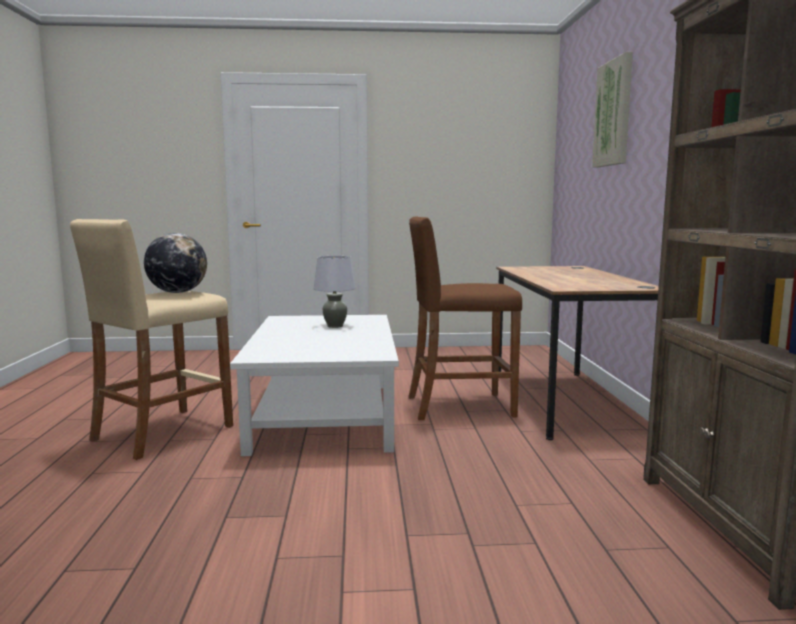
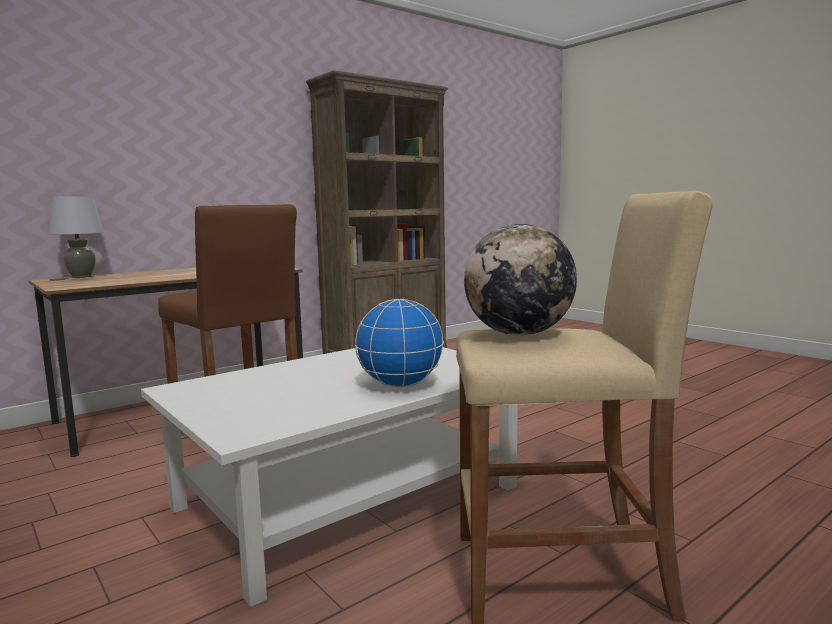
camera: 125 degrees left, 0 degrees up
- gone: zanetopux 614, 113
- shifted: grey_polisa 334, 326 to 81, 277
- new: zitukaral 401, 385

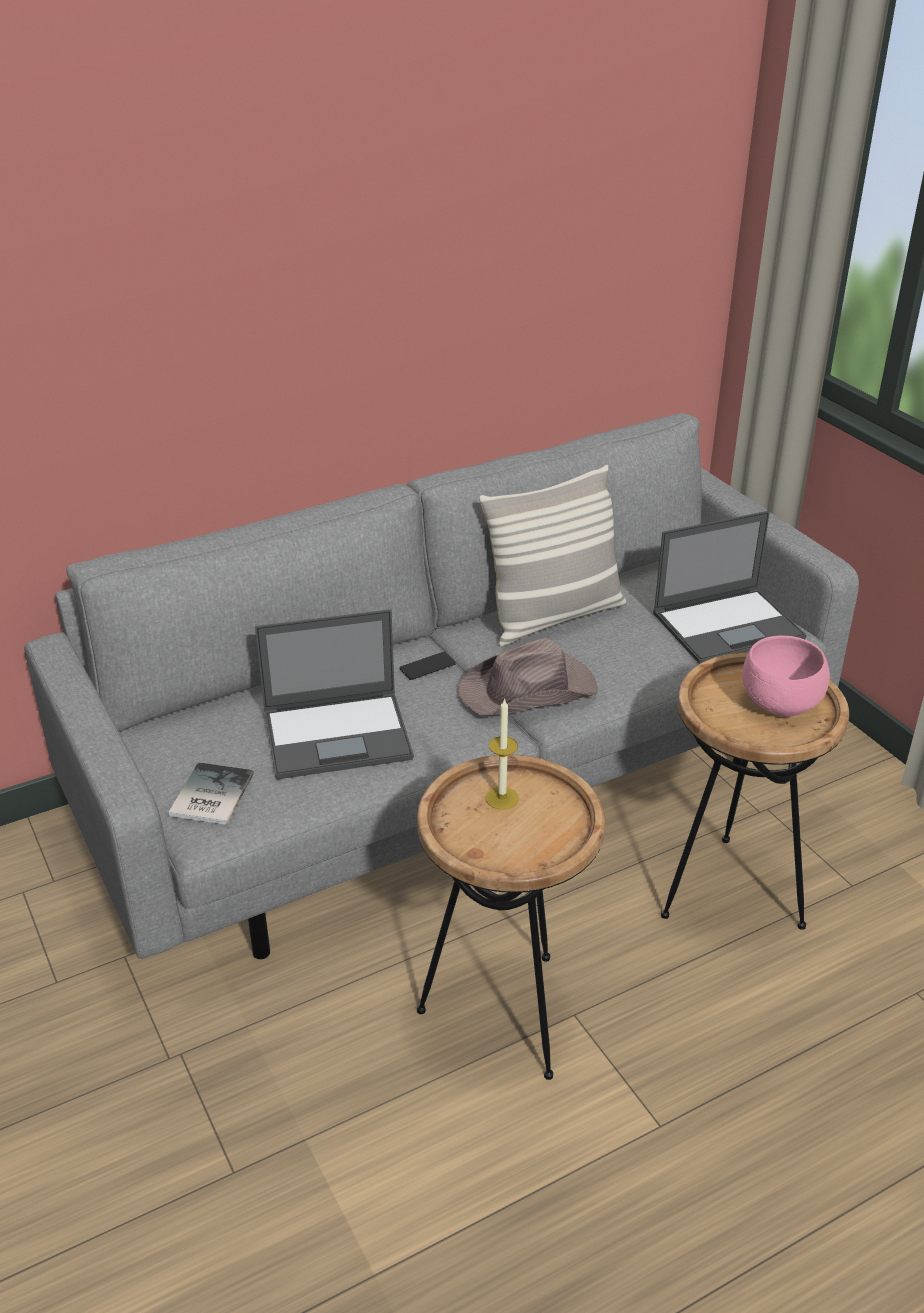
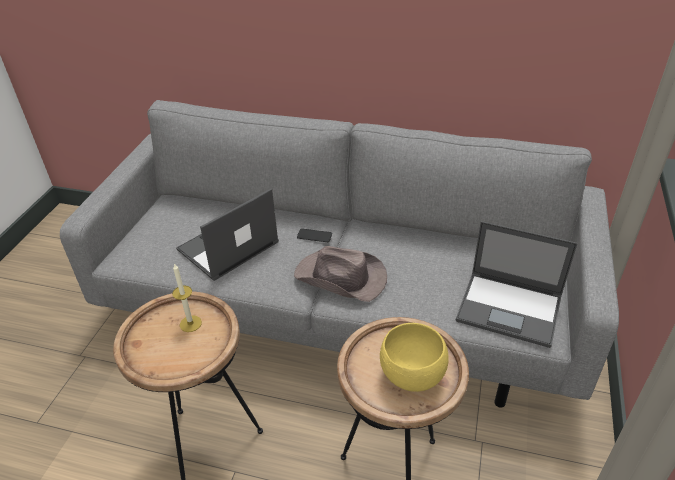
camera: 45 degrees right, 5 degrees up
- gone: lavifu 554, 617
- rotated: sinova 339, 735 = 227, 247 105 degrees clockwise
- repainted: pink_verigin 781, 706 to yellow_verigin 412, 377
- gone: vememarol 209, 796

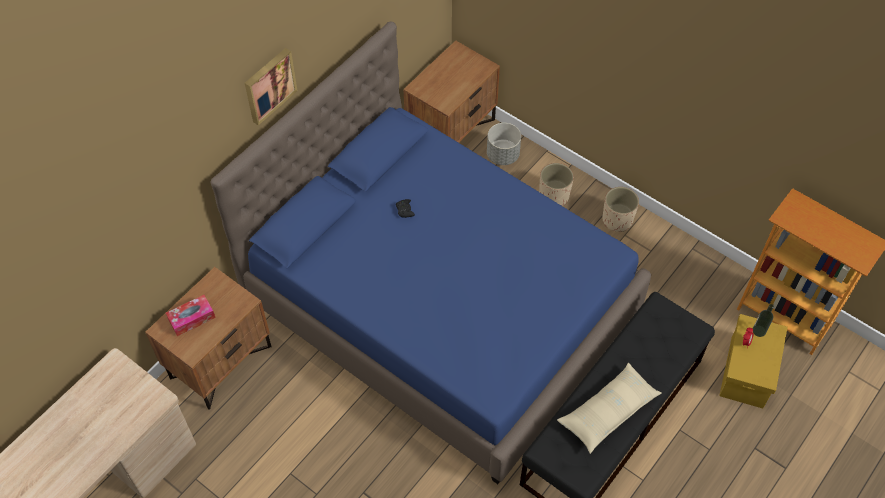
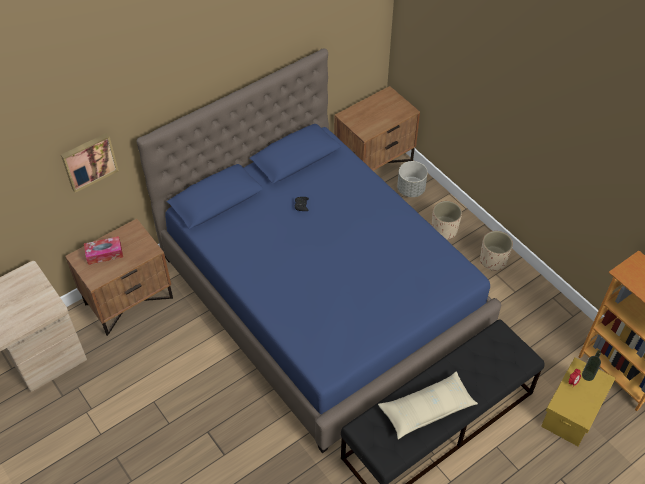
camera: 15 degrees right, 5 degrees down
- shifted: zanetopux 269, 85 to 89, 161

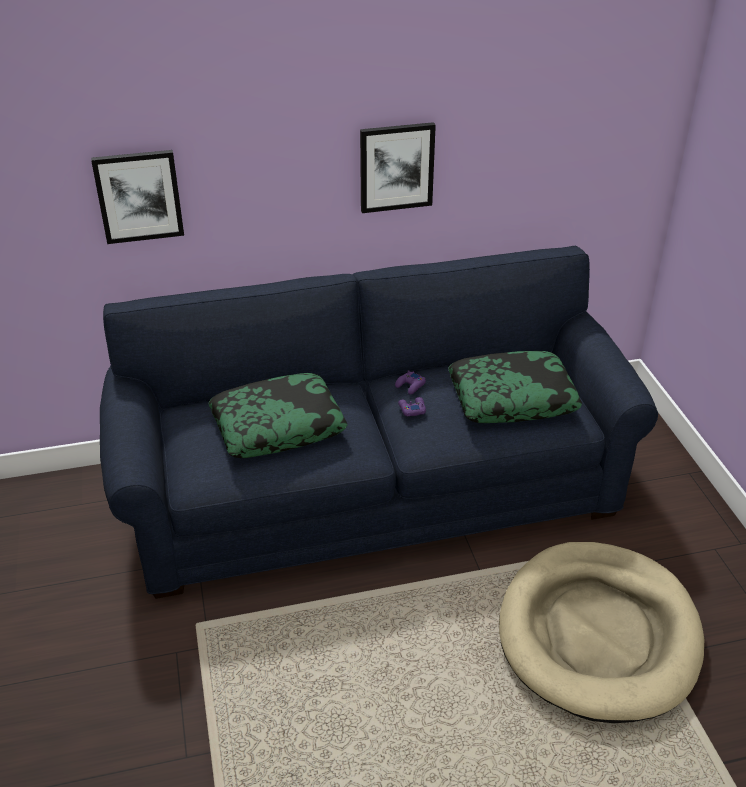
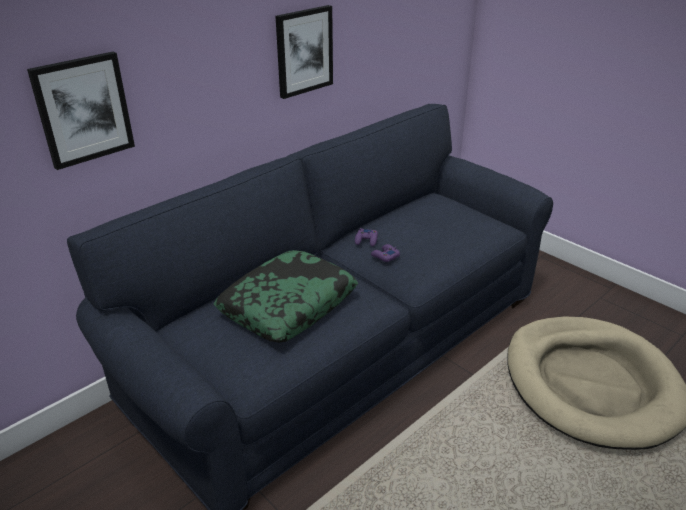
camera: 30 degrees left, 5 degrees down
- gone: lavifu 512, 398

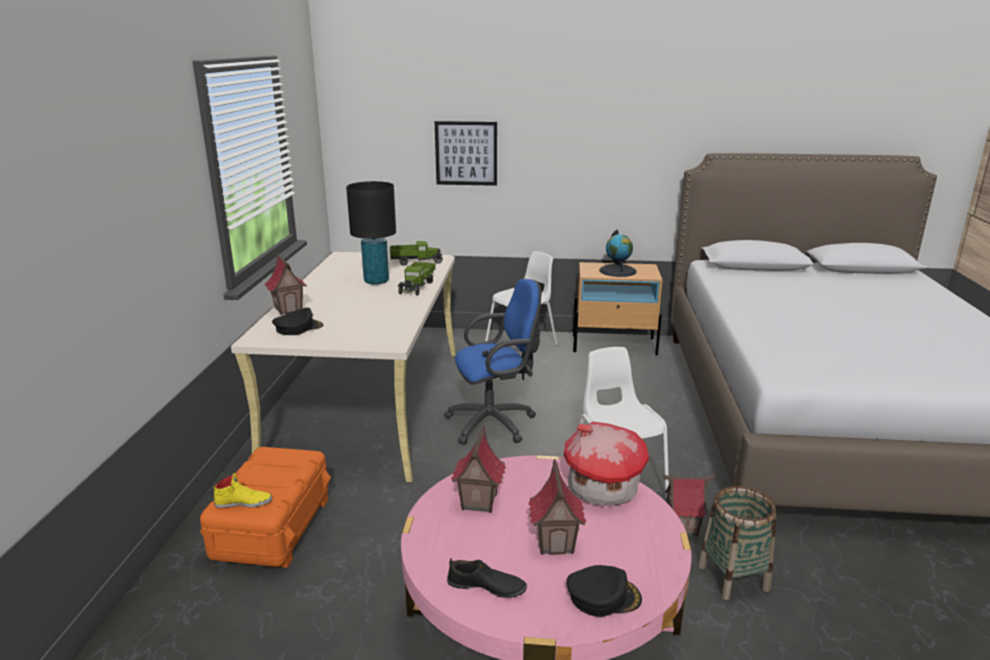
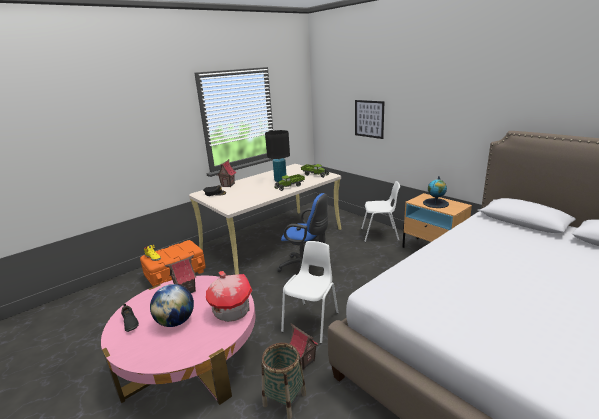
camera: 45 degrees right, 0 degrees up
- swapped: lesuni 556, 543 to zitukaral 176, 321
- gone: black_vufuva 603, 596

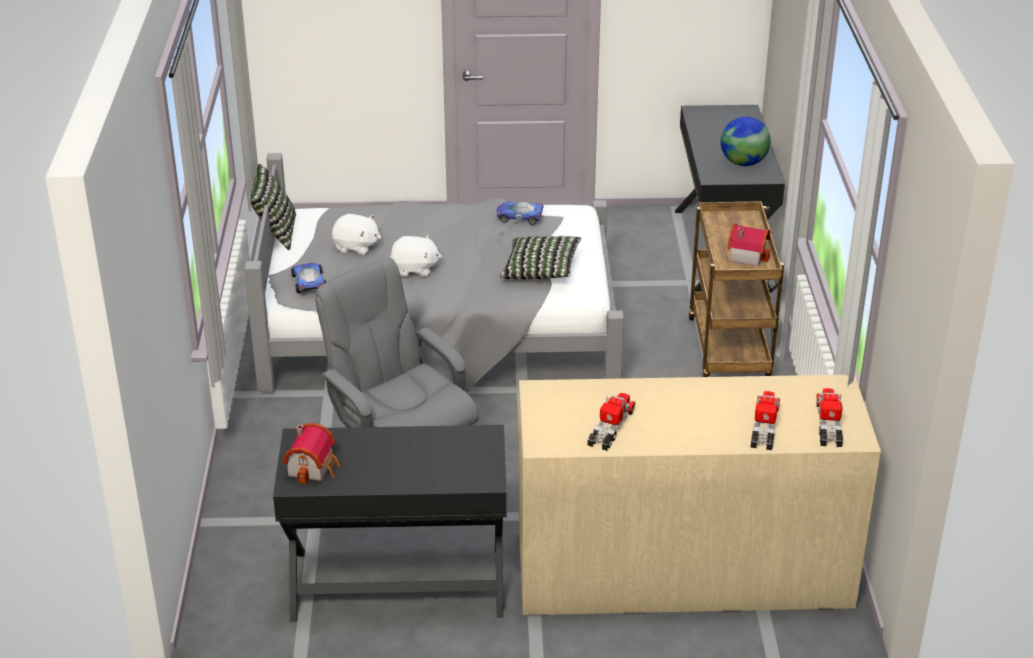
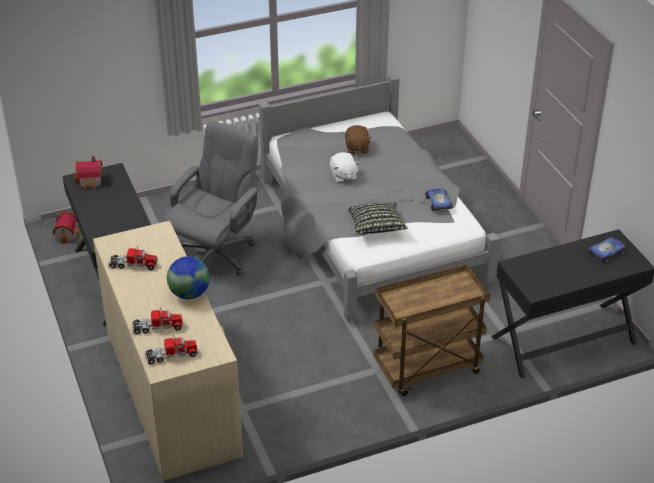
camera: 70 degrees right, 5 degrees up
- shifted: zitukaral 743, 163 to 189, 293
- gone: lavifu 275, 233
- repainted: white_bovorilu 356, 247 to brown_bovorilu 357, 148
- shifted: lesuni 747, 255 to 68, 234
- shifted: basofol 309, 282 to 607, 252

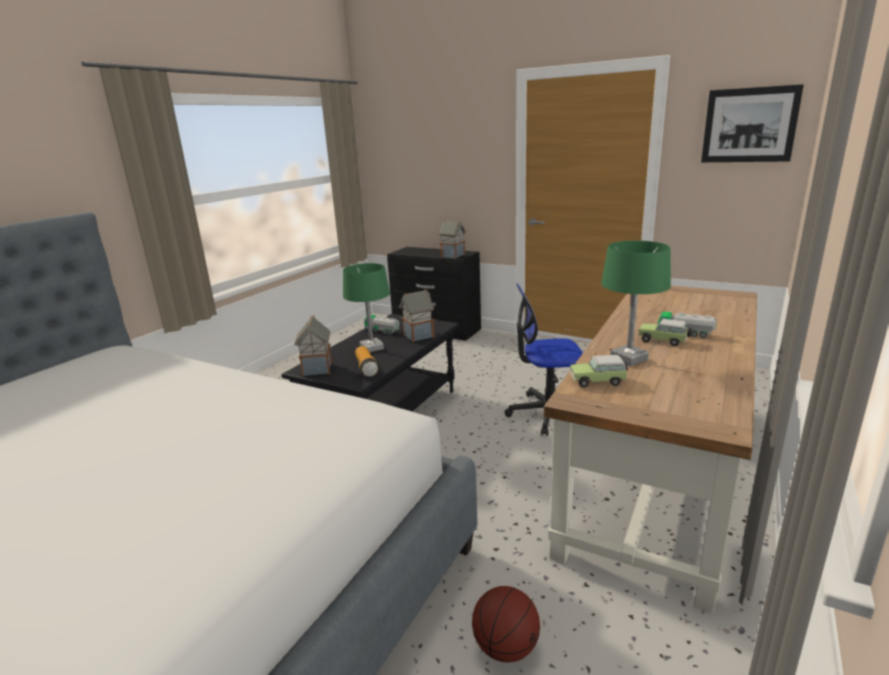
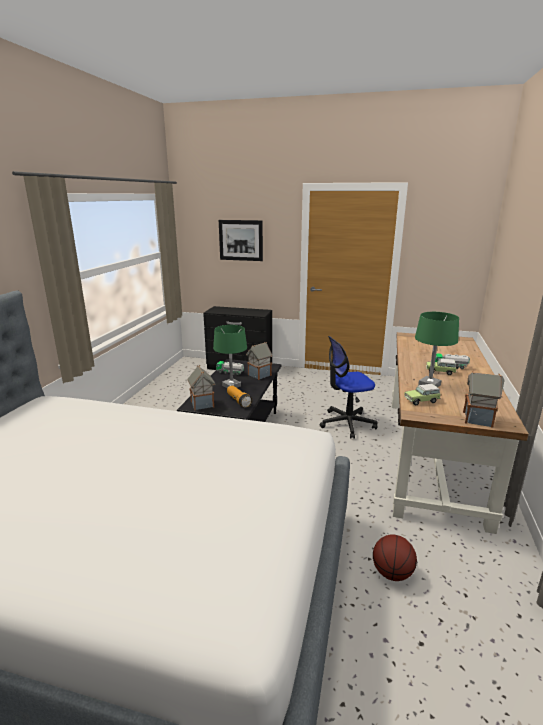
camera: 15 degrees left, 0 degrees up
- shifted: zanetopux 749, 125 to 241, 240
- shifted: lesuni 453, 255 to 478, 419

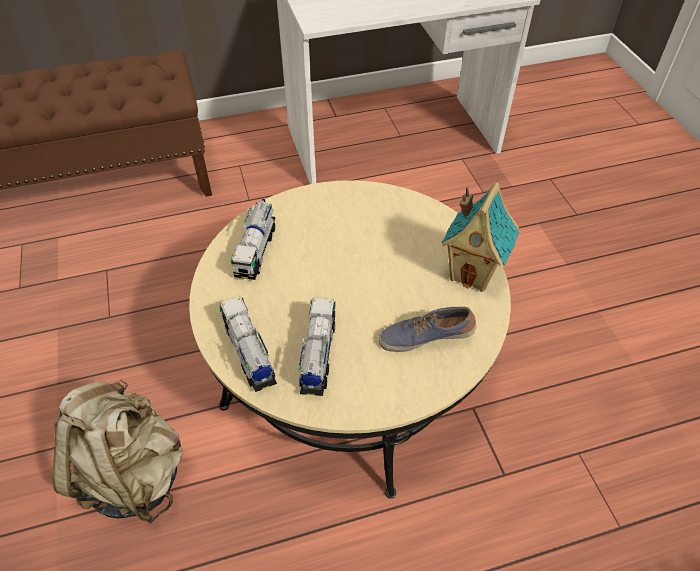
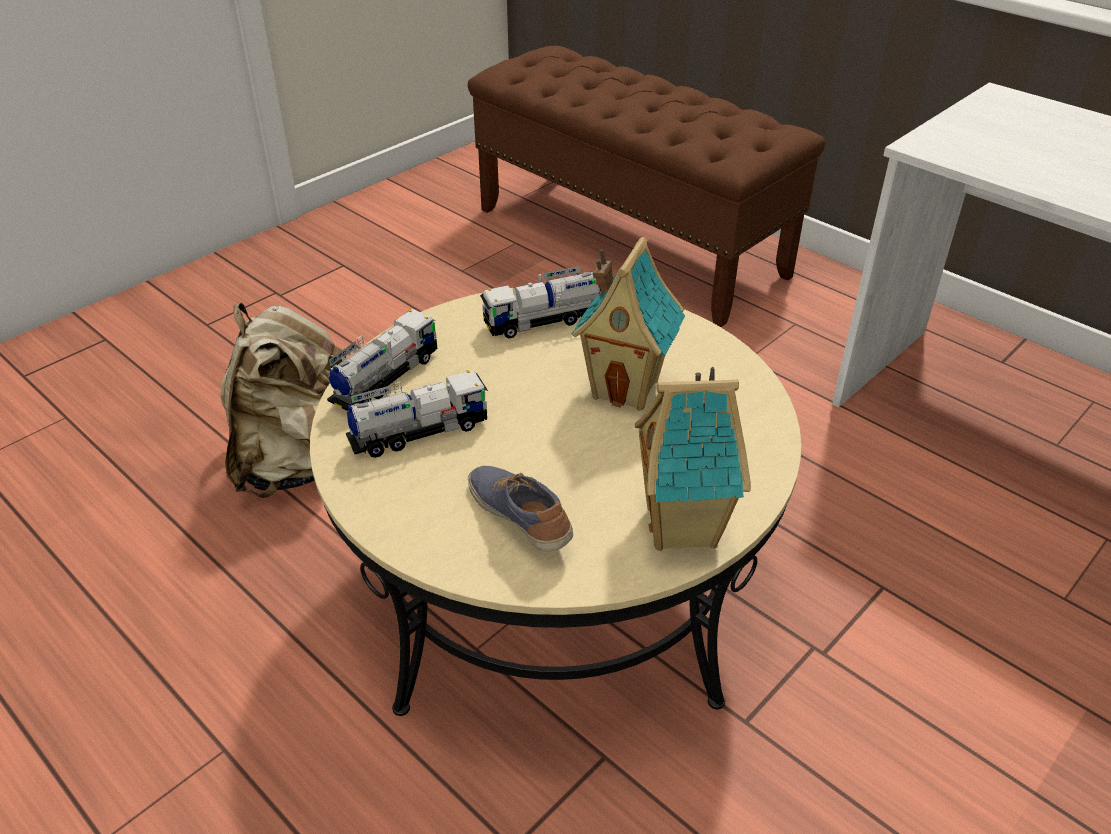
camera: 60 degrees right, 10 degrees down
- new: lesuni 626, 388

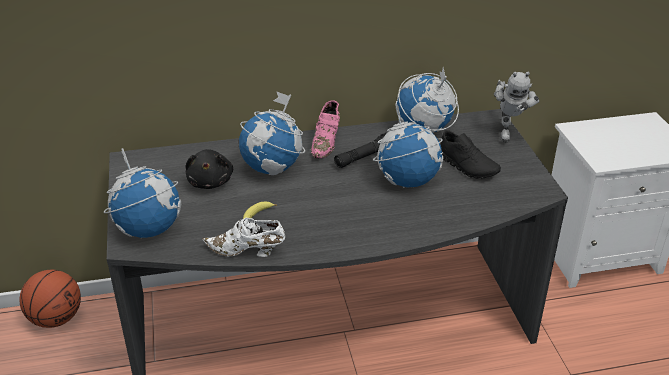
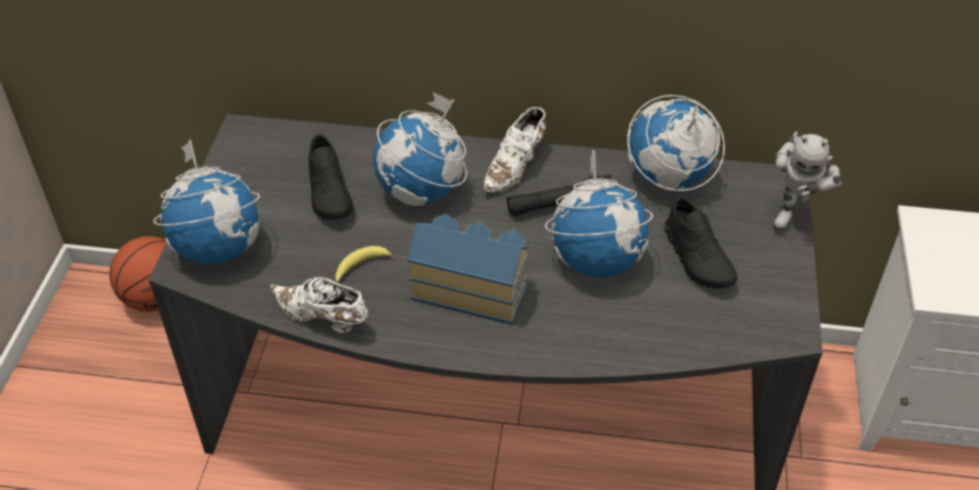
camera: 20 degrees right, 10 degrees up
- repainted: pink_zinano 326, 142 to white_zinano 516, 167
- swapped: black_bovorilu 210, 181 to black_zinano 330, 193
- new: lesuni 470, 288

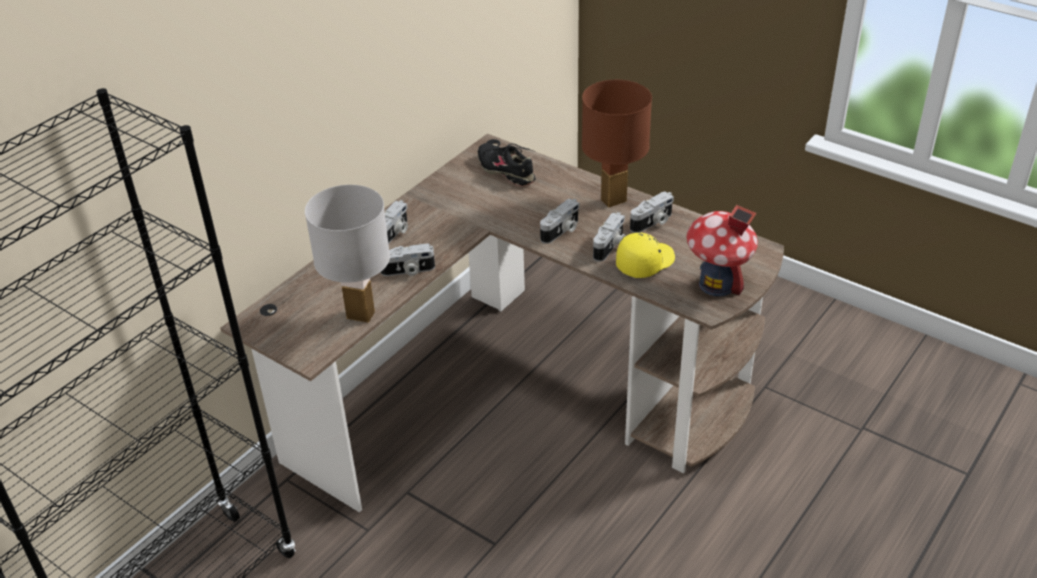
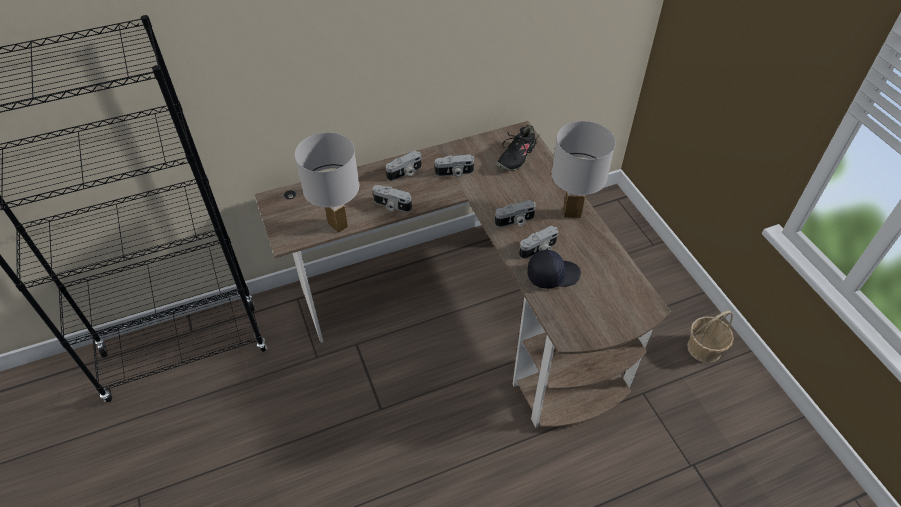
camera: 30 degrees right, 10 degrees up
- repainted: brown_polisa 613, 201 to white_polisa 571, 213
- rotated: black_zinano 506, 171 = 516, 156 135 degrees counterclockwise
- shifted: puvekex 652, 223 to 454, 173
- gone: lesuni 717, 284
- repainted: yellow_vufuva 644, 262 to black_vufuva 552, 274
- new: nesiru 704, 348

